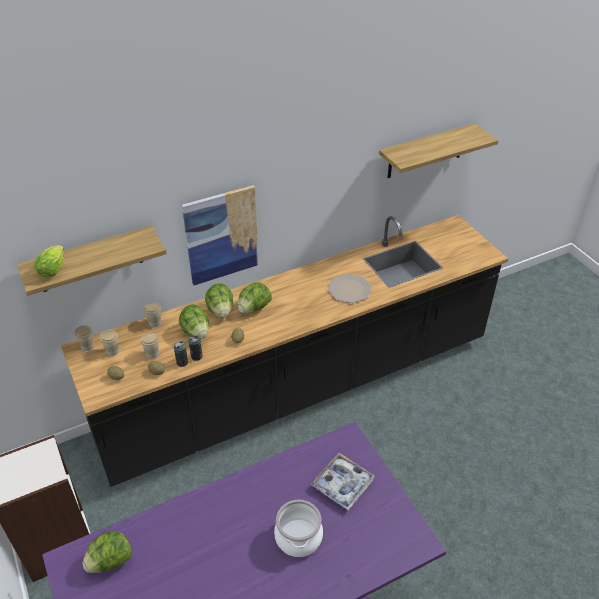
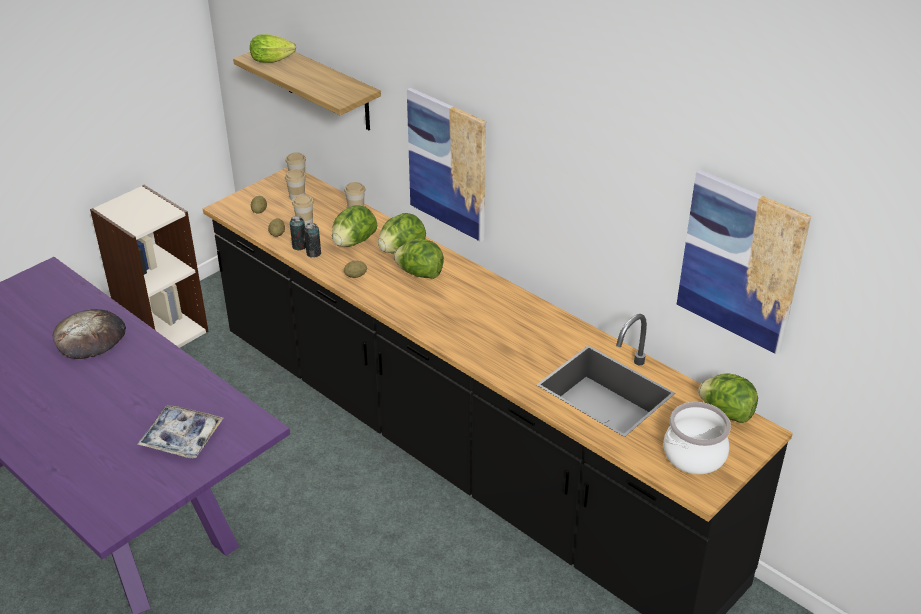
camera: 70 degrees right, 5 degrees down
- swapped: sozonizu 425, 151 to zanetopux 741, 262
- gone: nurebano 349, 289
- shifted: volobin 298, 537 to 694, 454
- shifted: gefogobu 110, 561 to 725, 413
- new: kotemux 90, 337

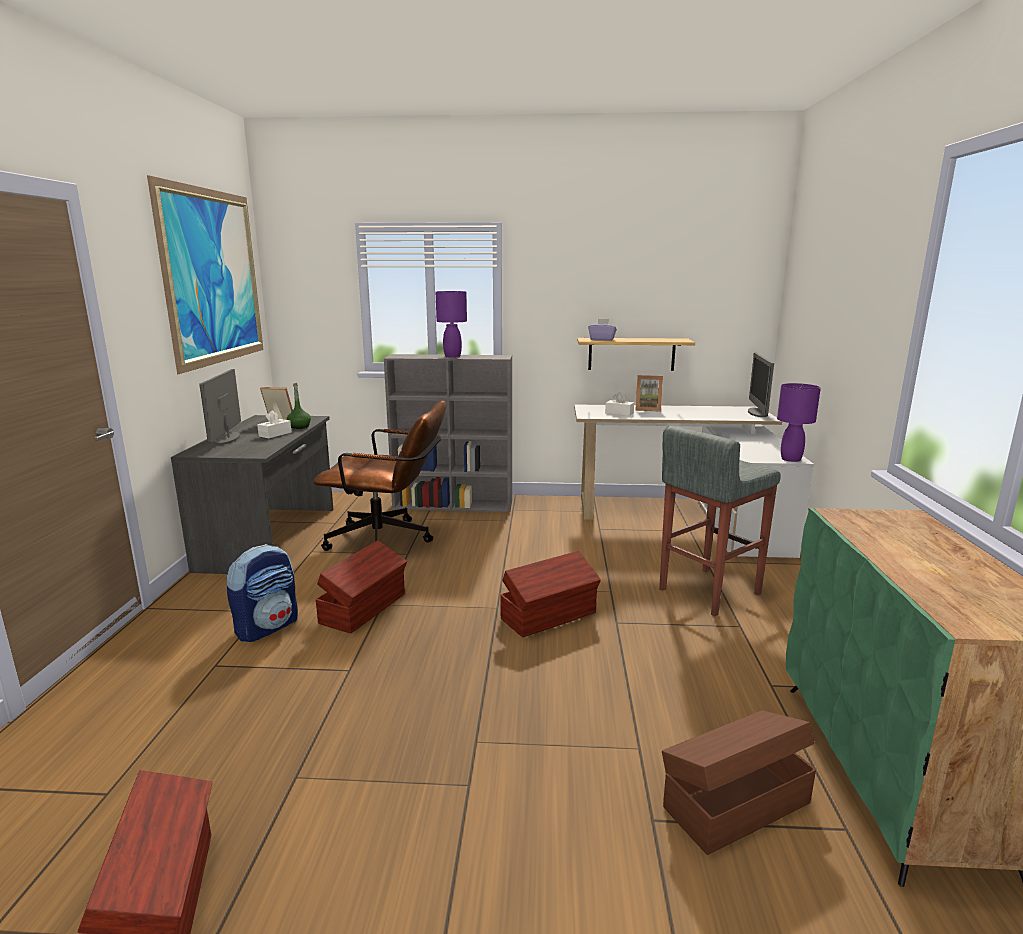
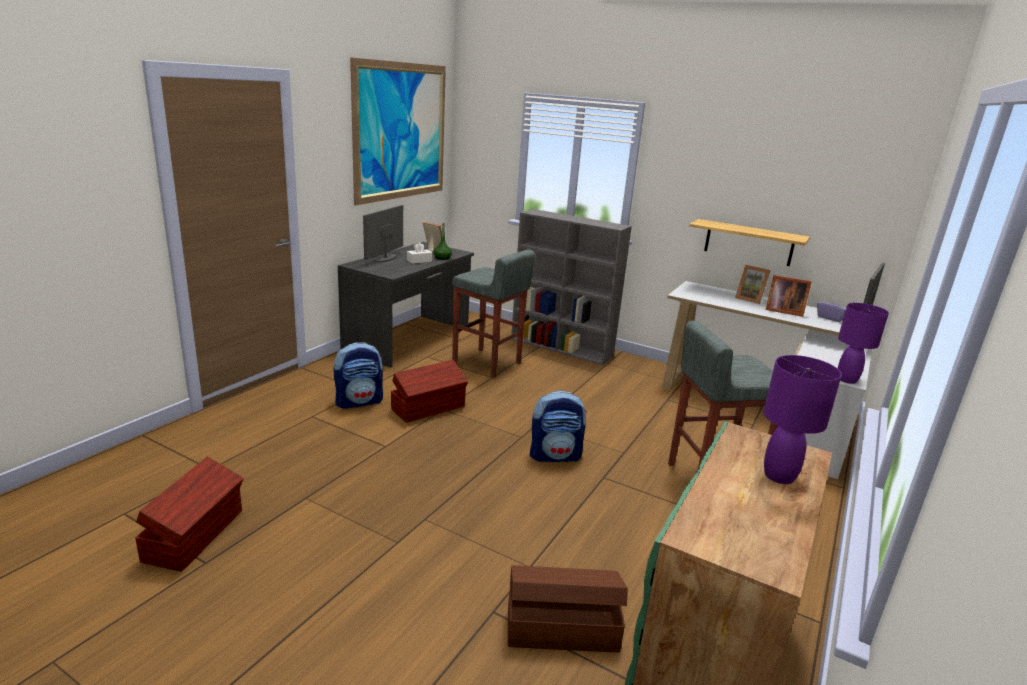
camera: 25 degrees right, 5 degrees up
- shifted: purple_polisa 452, 356 to 779, 476
- shifted: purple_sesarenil 602, 340 to 830, 318
- gone: white_sesarenil 619, 413
- swapped: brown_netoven 388, 540 to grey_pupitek 487, 363
- swapped: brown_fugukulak 550, 616 to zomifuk 555, 455
- new: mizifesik 782, 311

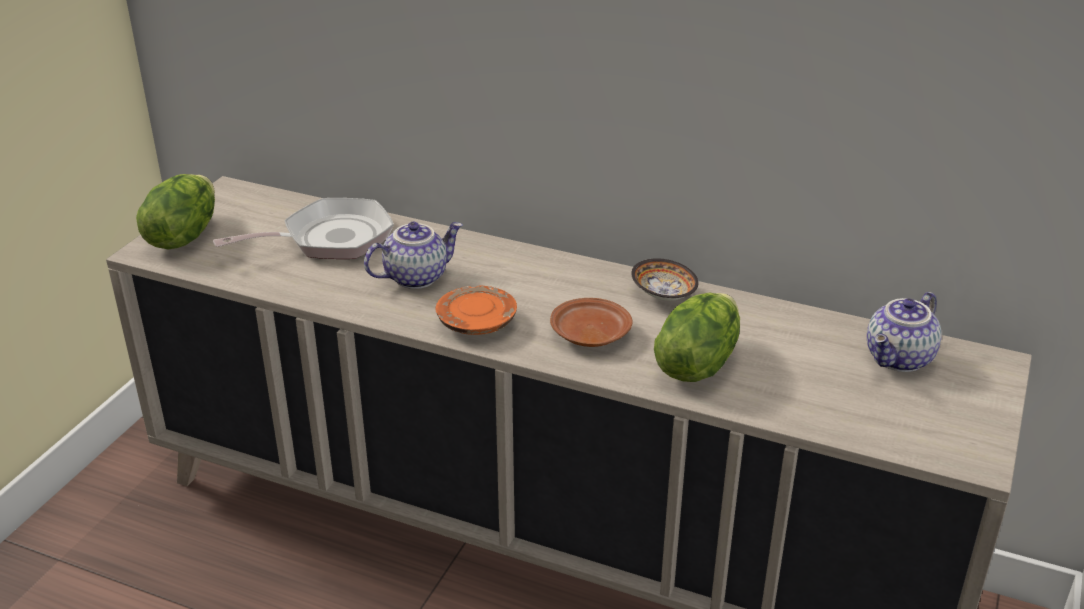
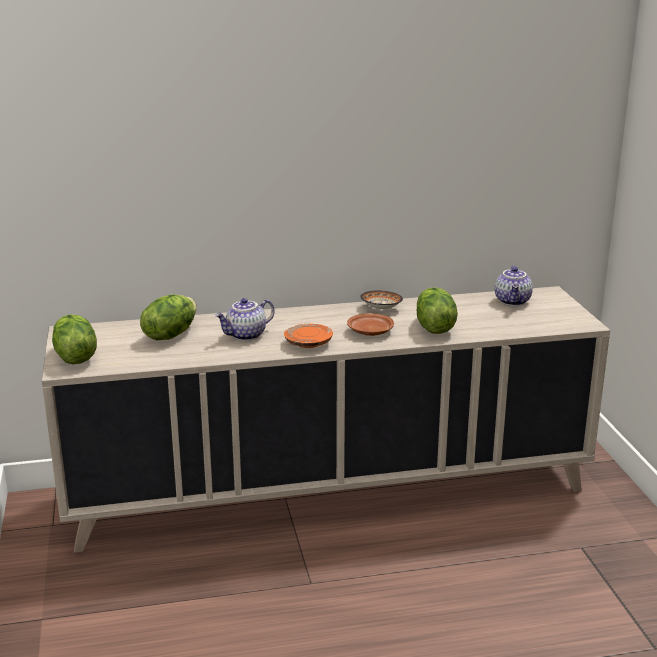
camera: 35 degrees left, 10 degrees down
- swapped: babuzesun 329, 239 to gefogobu 170, 334
- rotated: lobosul 416, 276 = 246, 336 150 degrees counterclockwise

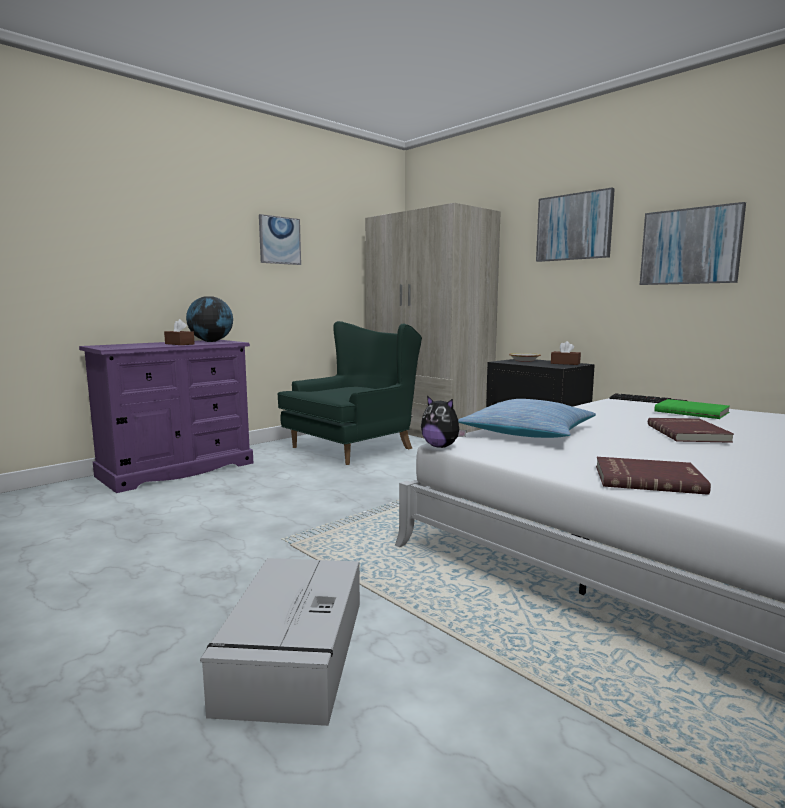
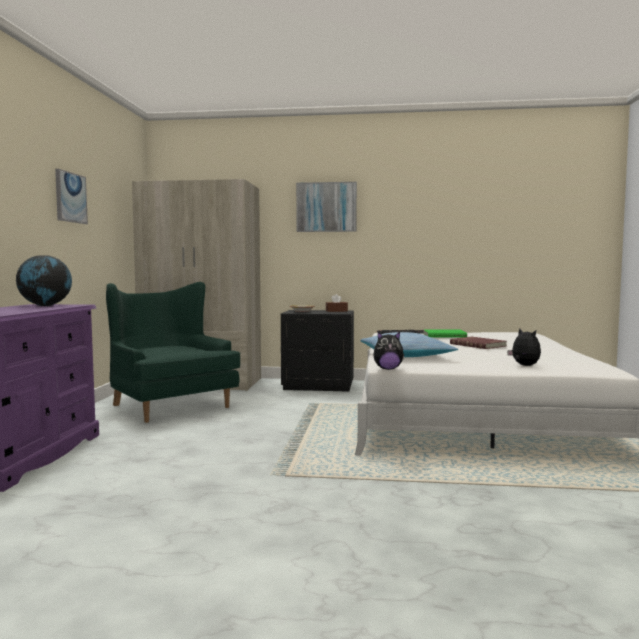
camera: 40 degrees left, 5 degrees down
- gone: zanetopux 690, 246
- gone: brown_sesarenil 179, 344
- rotated: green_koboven 355, 447 = 169, 405 45 degrees counterclockwise
- swapped: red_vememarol 647, 479 to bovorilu 524, 365
- gone: grey_fugukulak 294, 654

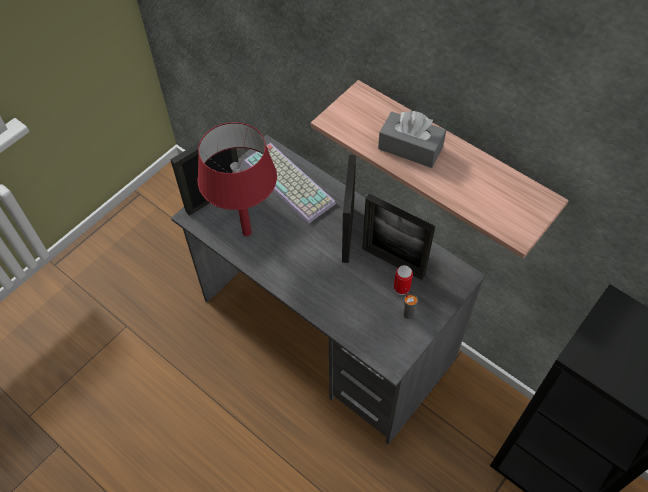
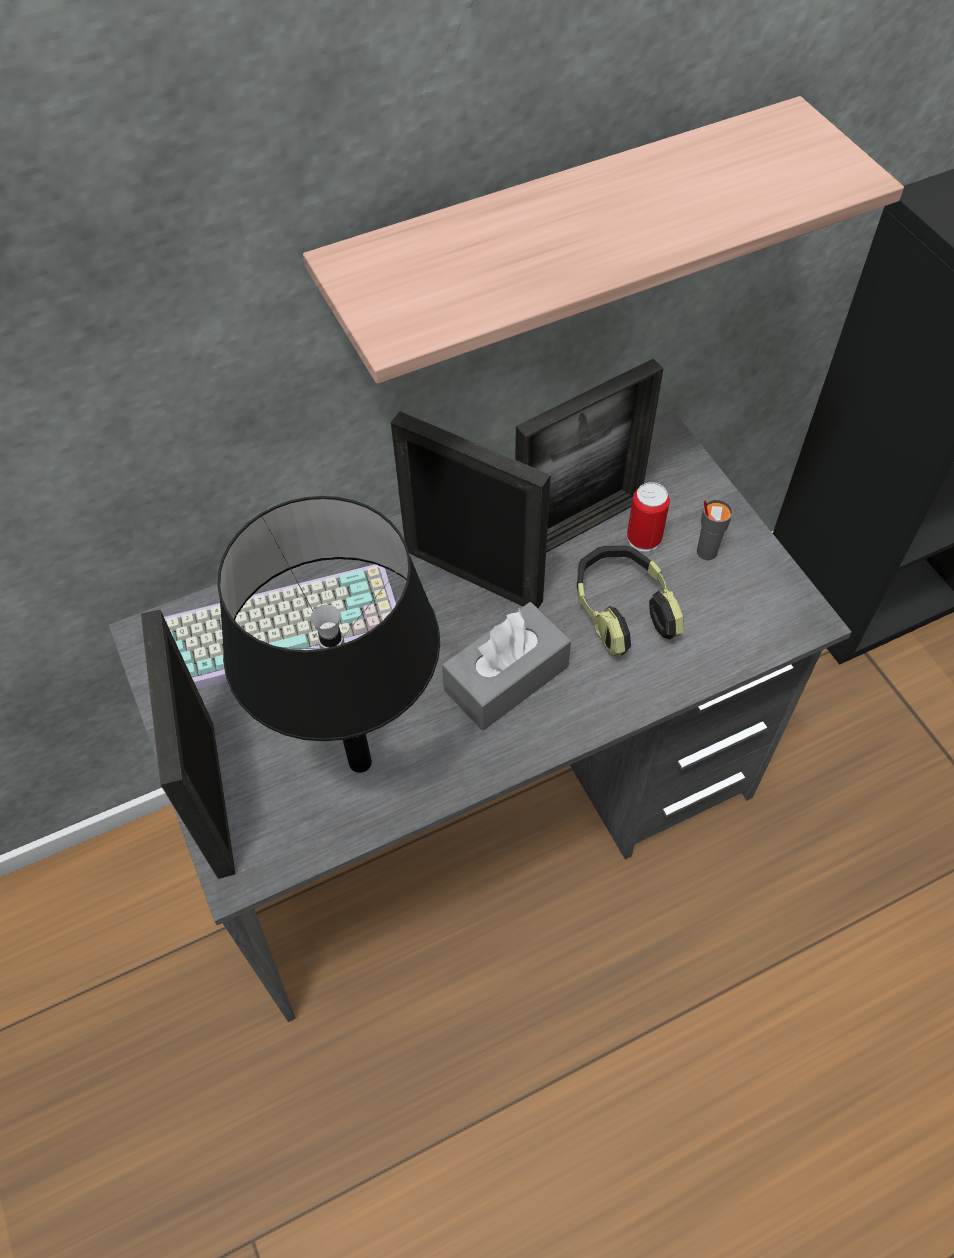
camera: 65 degrees left, 0 degrees up
- shifted: grey_sesarenil 410, 148 to 506, 678
- repainted: red_polisa 246, 232 to black_polisa 360, 763
- new: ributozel 622, 609

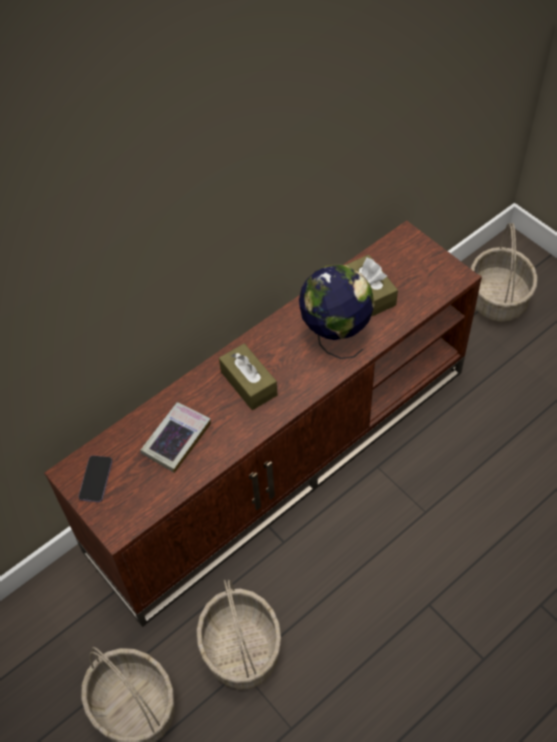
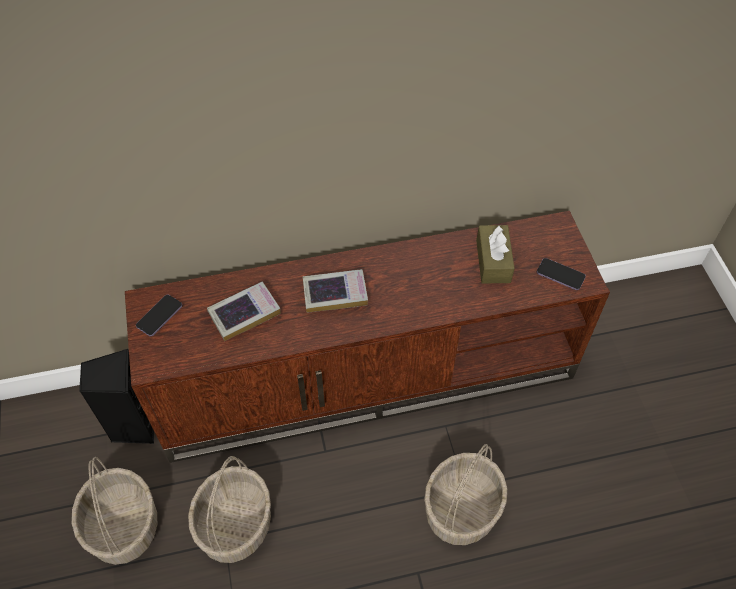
camera: 25 degrees right, 0 degrees up
- shifted: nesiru 498, 300 to 462, 510
- gone: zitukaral 335, 337
- swapped: brown_sesarenil 248, 383 to vememarol 335, 293
- new: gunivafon 560, 275
- new: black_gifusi 133, 425

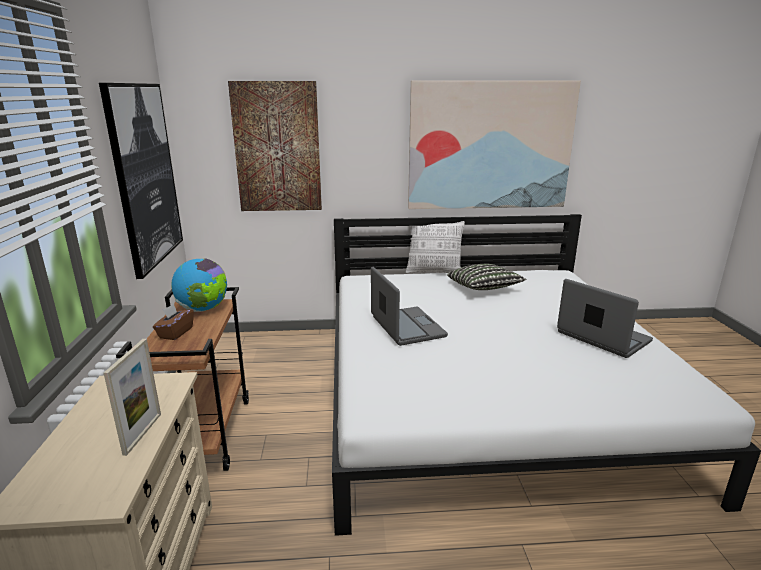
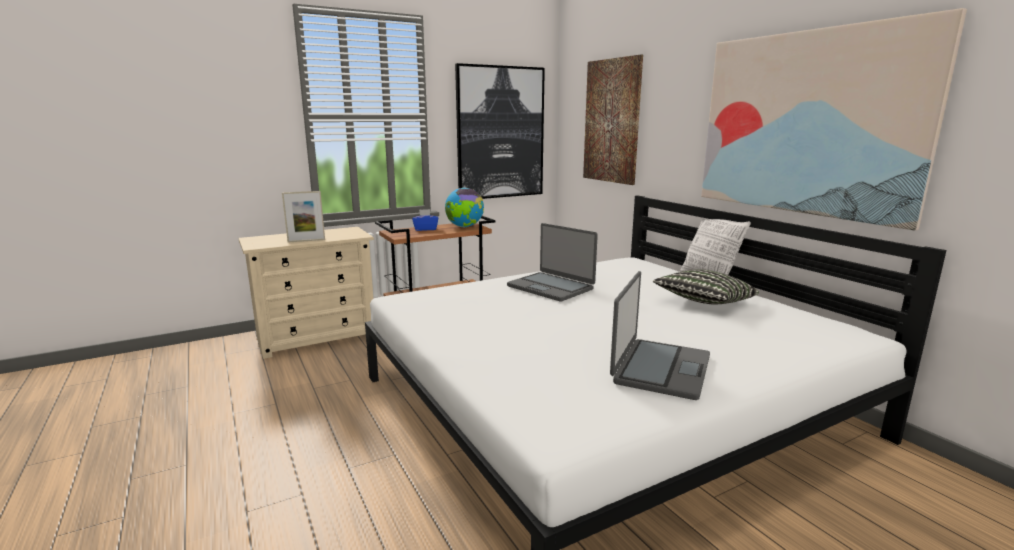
camera: 65 degrees right, 5 degrees down
- rotated: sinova 406, 327 = 551, 287 90 degrees clockwise
- repainted: brown_sesarenil 175, 333 to blue_sesarenil 425, 229

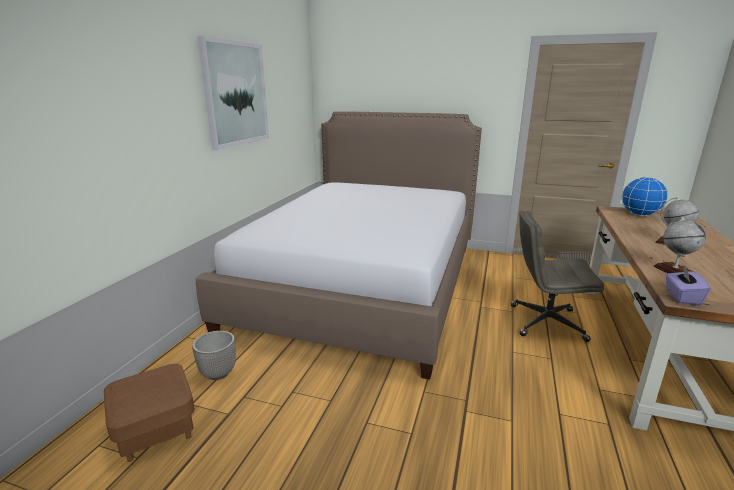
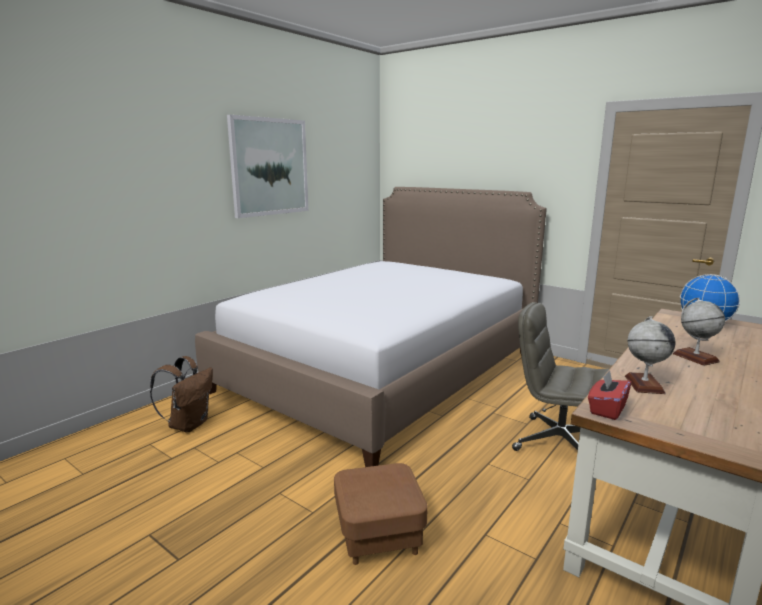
camera: 20 degrees right, 5 degrees down
- repainted: purple_sesarenil 681, 297 to red_sesarenil 607, 409
- swapped: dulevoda 218, 373 to brown_zomifuk 189, 424
- shifted: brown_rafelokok 156, 430 to 378, 536

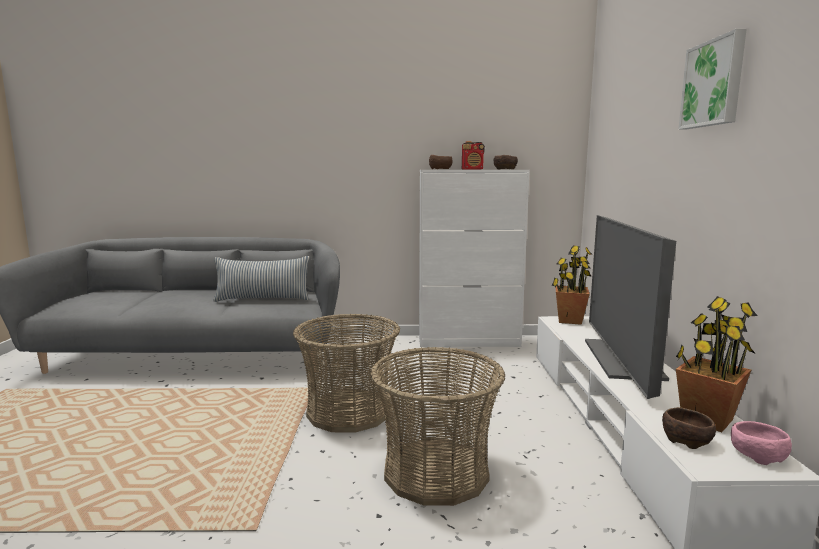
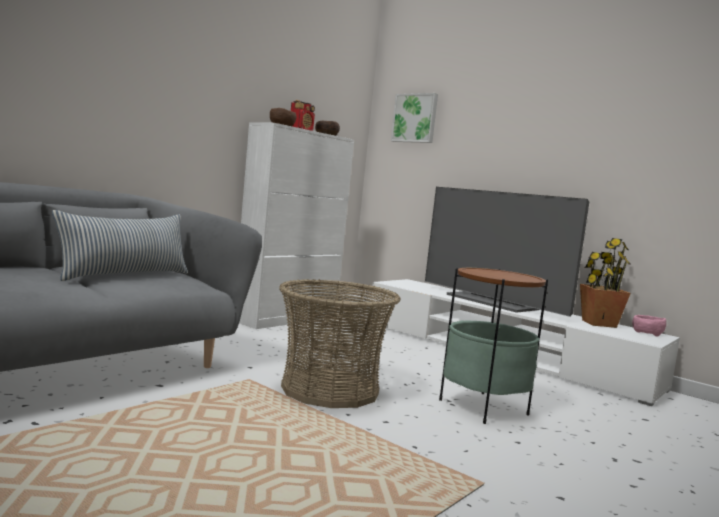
camera: 50 degrees left, 5 degrees down
- shifted: zanetopux 714, 83 to 415, 118
- gone: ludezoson 569, 320
- swapped: nesiru 436, 472 to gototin 483, 407
- gone: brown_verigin 686, 439

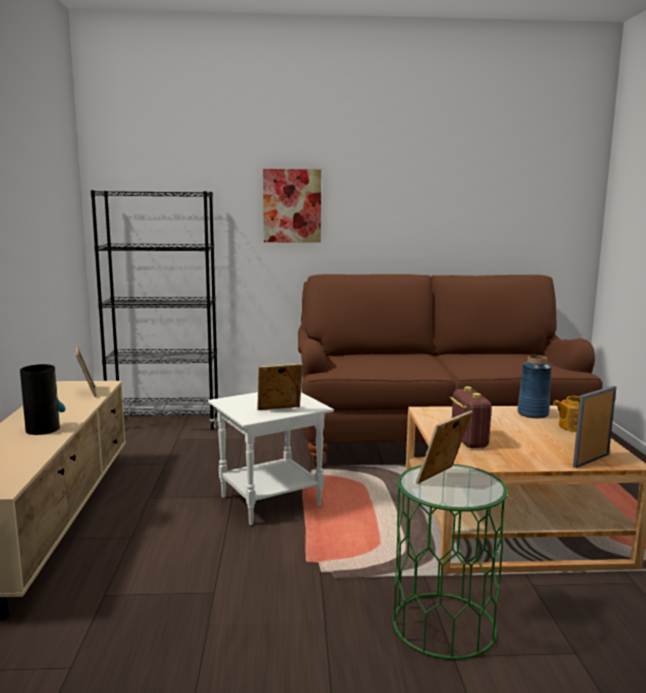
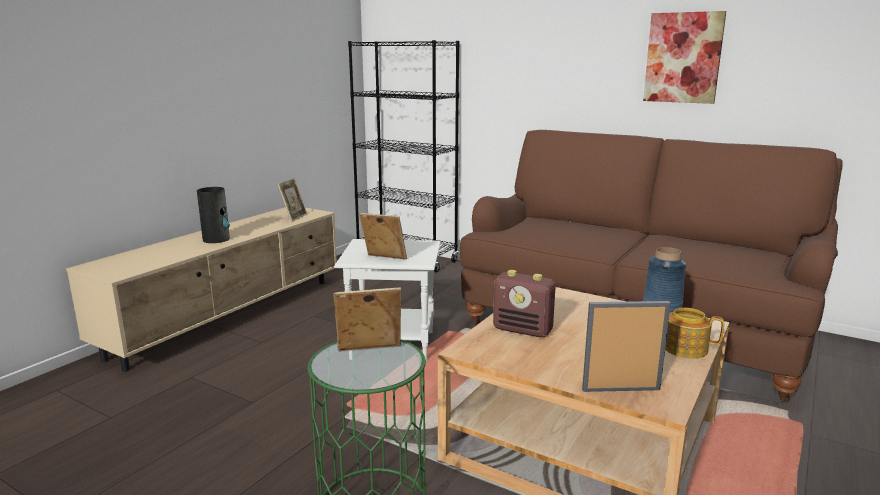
camera: 35 degrees right, 5 degrees up
- shifted: zanetopux 292, 206 to 683, 58
- rotated: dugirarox 468, 441 = 523, 330 90 degrees clockwise

